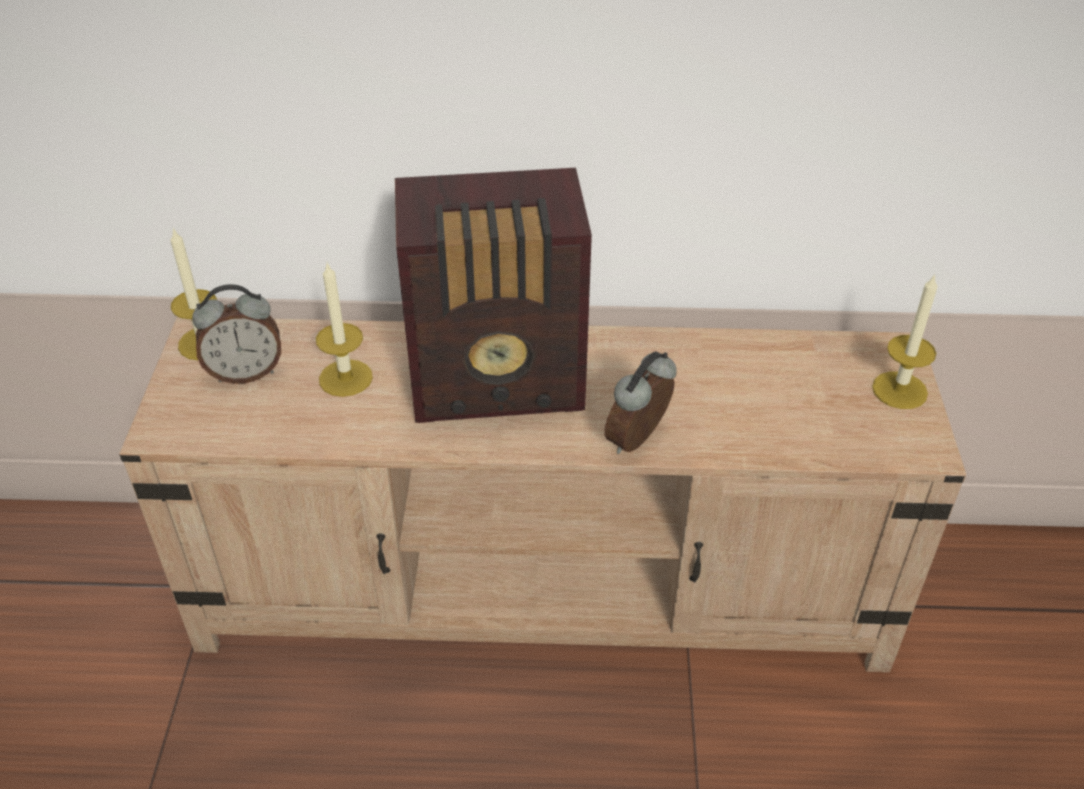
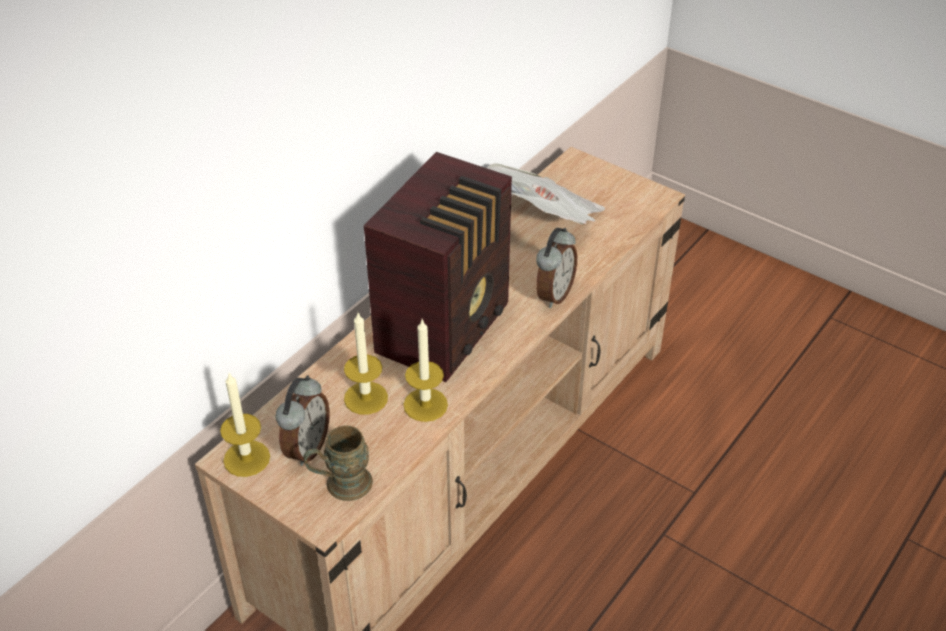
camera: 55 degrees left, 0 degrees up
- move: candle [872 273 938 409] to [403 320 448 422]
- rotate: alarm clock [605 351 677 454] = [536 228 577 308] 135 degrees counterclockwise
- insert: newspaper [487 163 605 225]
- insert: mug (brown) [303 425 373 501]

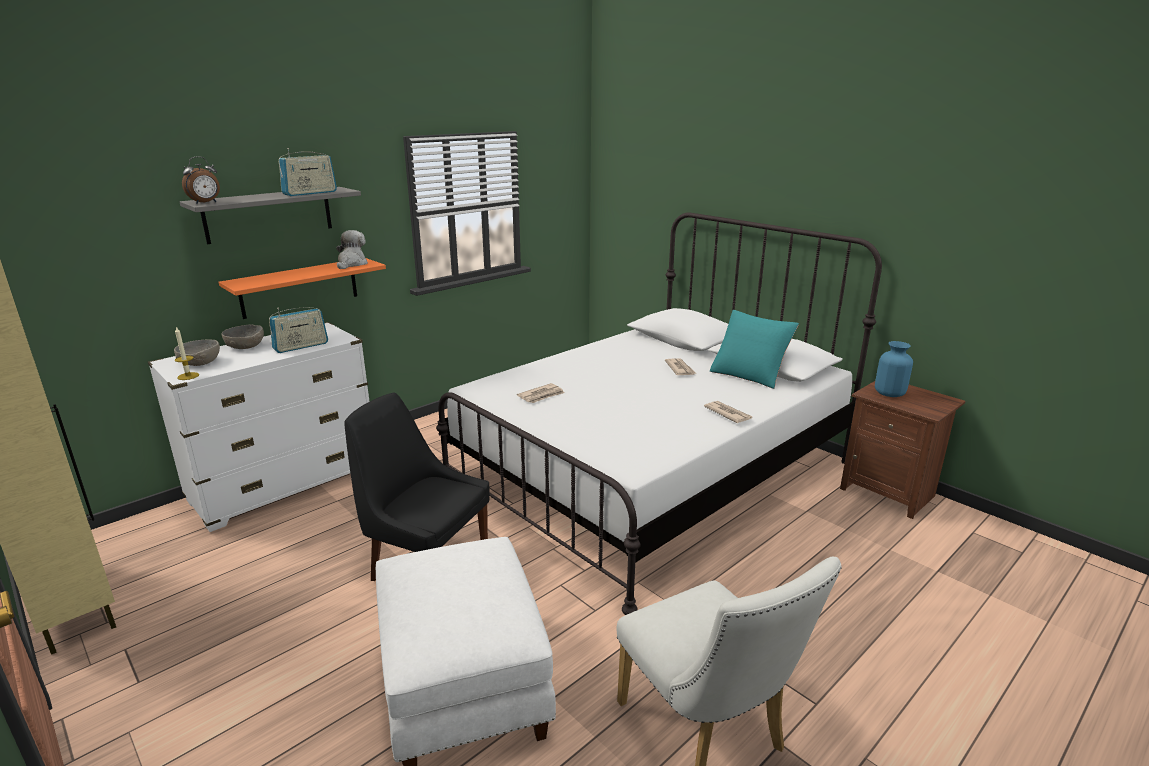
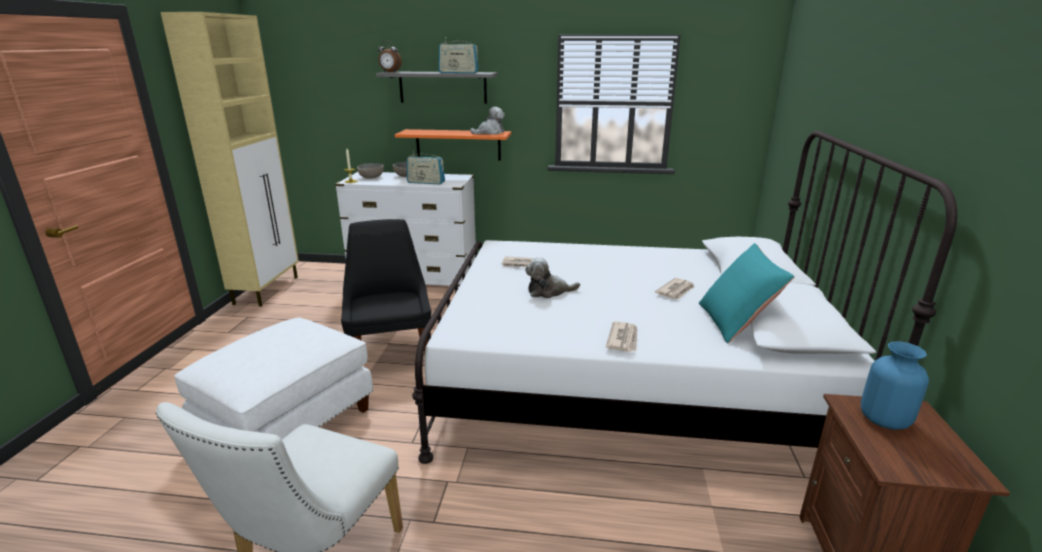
camera: 50 degrees right, 0 degrees up
- insert: plush toy [525 257 580 298]

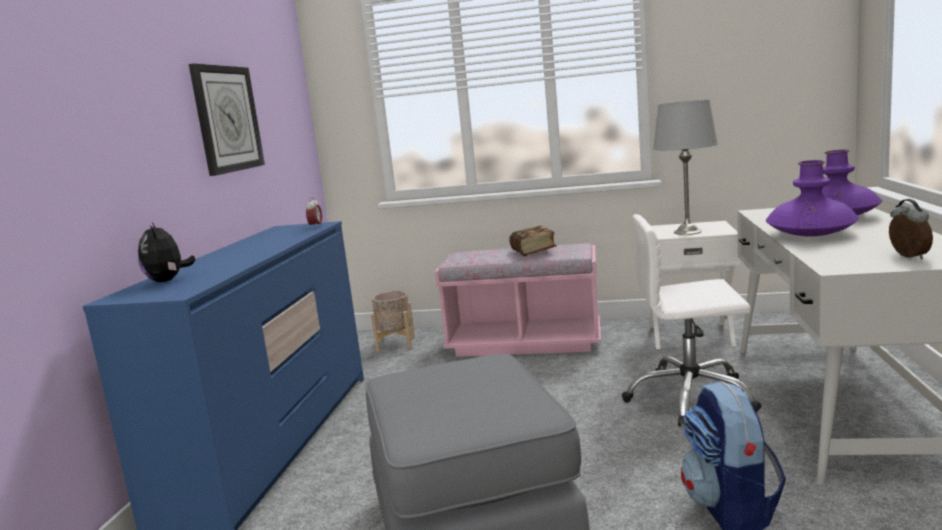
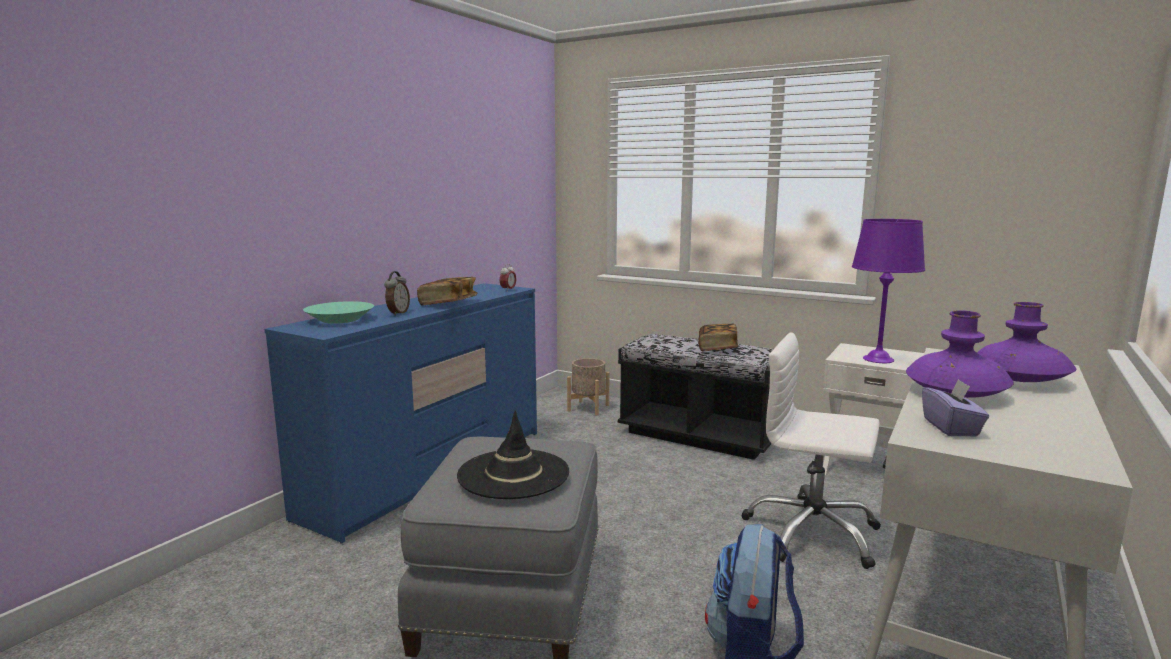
camera: 20 degrees right, 0 degrees up
- delete: wall clock [189 63 265 176]
- recolor: table lamp (grey) [653 99 718 235] to table lamp (purple) [852 219 925 363]
- move: alarm clock [889 199 933 259] to [384 271 410 316]
- replace: plush toy [138 222 196 282] to bowl (turquoise) [303 301 374 324]
- recolor: bench (pink) [435 243 601 357] to bench (black) [618 334 773 460]
- insert: book [417 277 477 305]
- insert: tissue box (purple) [922 379 989 436]
- insert: hat (black) [457 411 569 499]

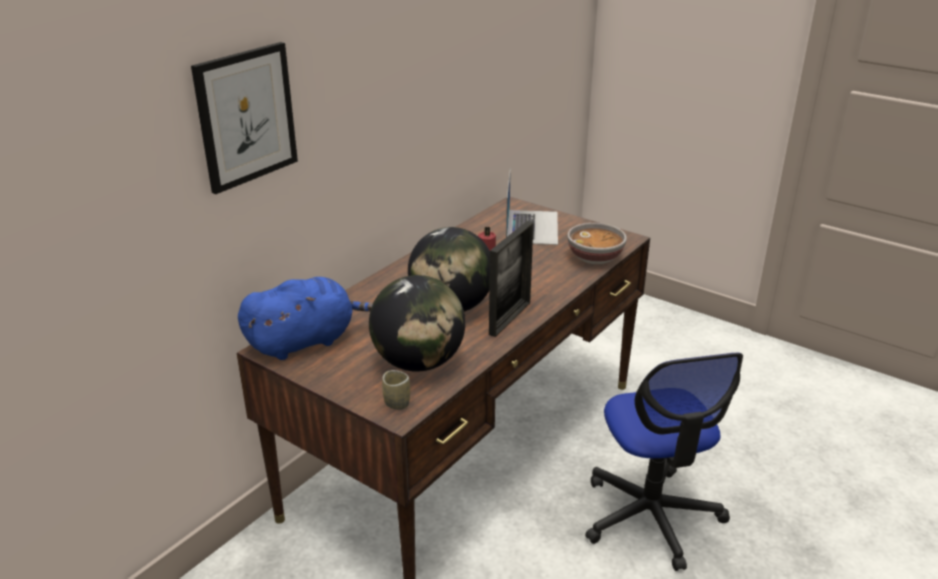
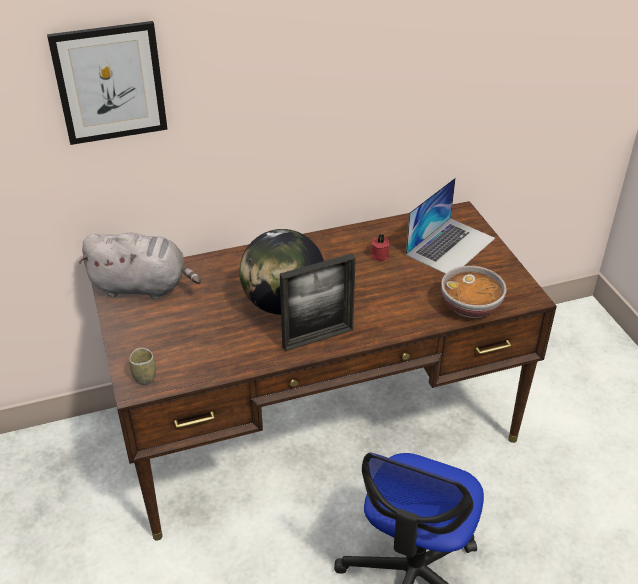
camera: 35 degrees right, 10 degrees up
- delete: globe [369 275 465 372]
- recolor: plush toy (blue) [238 277 373 360] to plush toy (grey) [79 233 201 299]

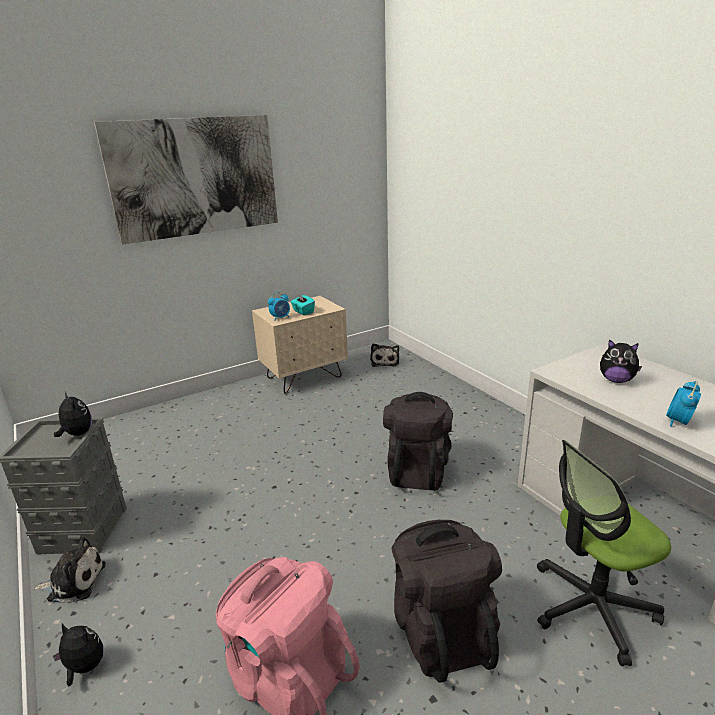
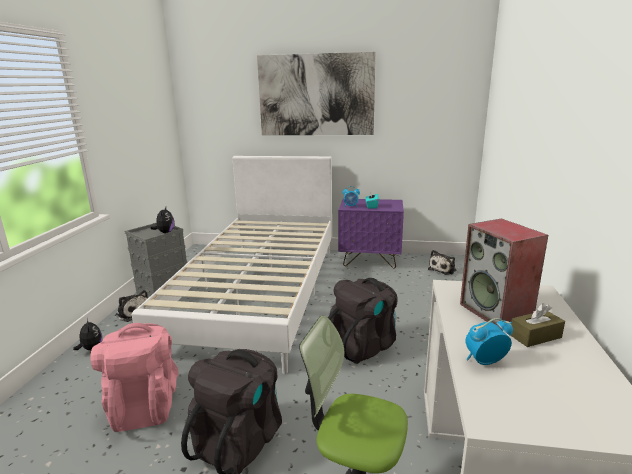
camera: 40 degrees right, 5 degrees down
- recolor: nightstand (beige) [252 296 348 394] to nightstand (purple) [338 199 404 268]
- replace: plush toy [600 339 642 383] to speaker [460 218 548 330]
- insert: bed (white) [132 156 332 374]
- insert: tissue box (brown) [511 303 565 347]

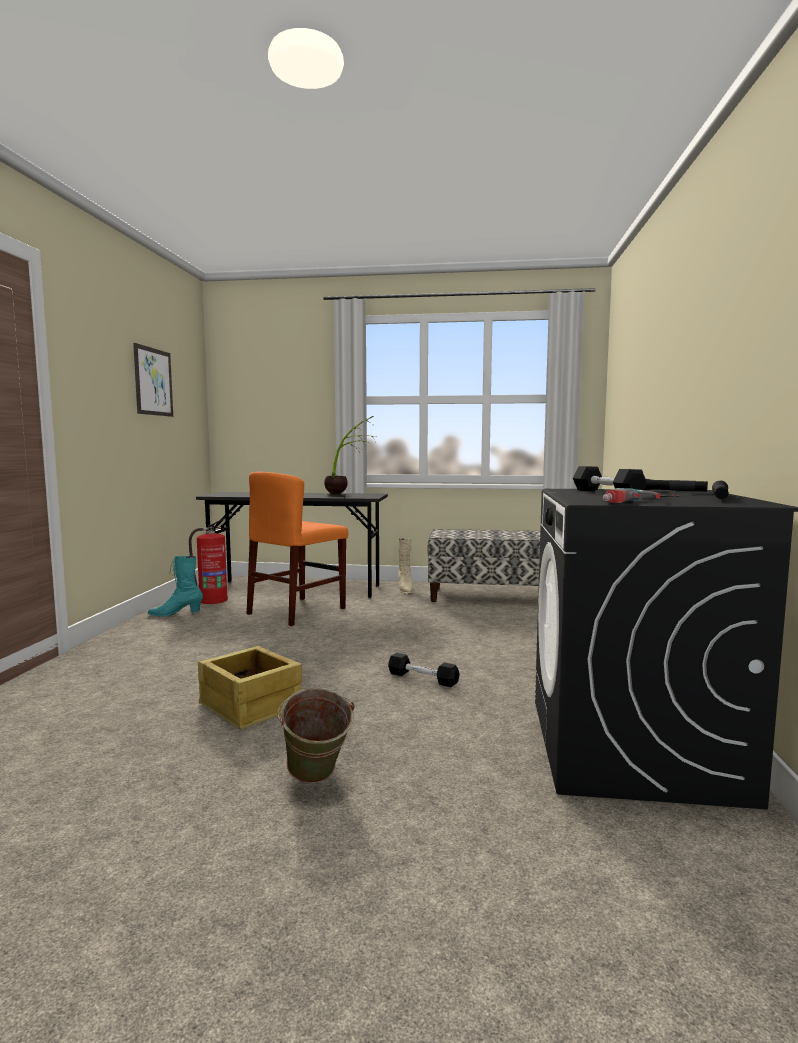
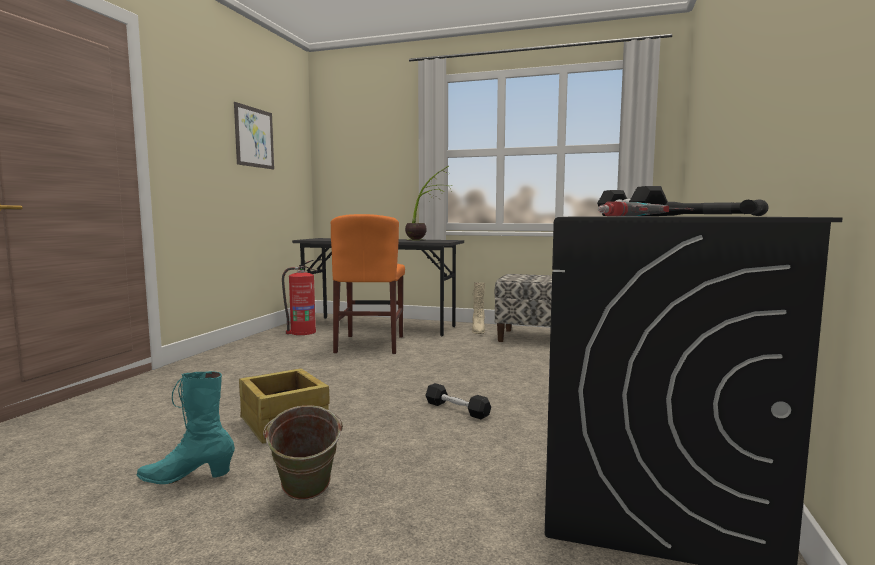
camera: 10 degrees right, 0 degrees up
- rotate: chair (orange) [247 472 348 626] = [331 214 405 354] 45 degrees counterclockwise
- move: boot (turquoise) [148 556 203 617] to [137 371 235 484]

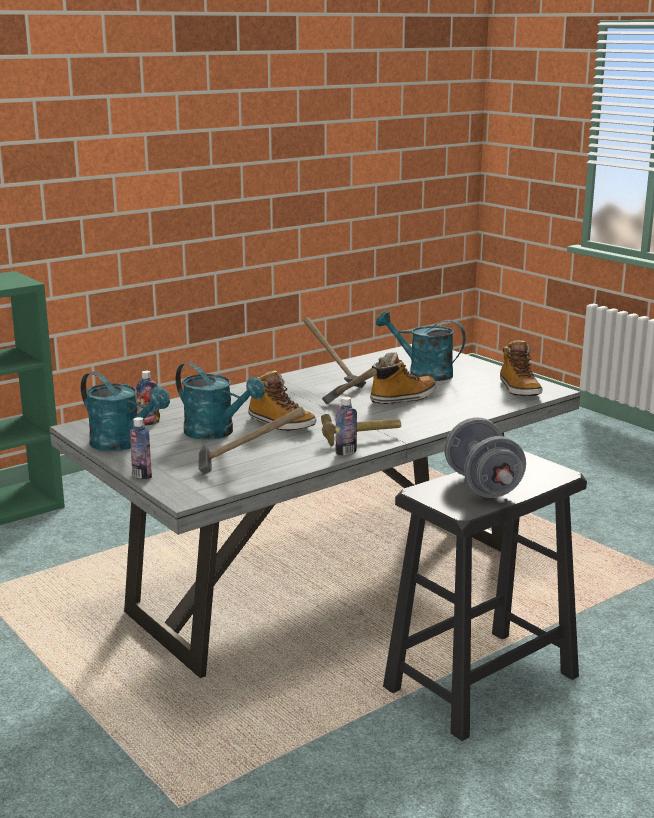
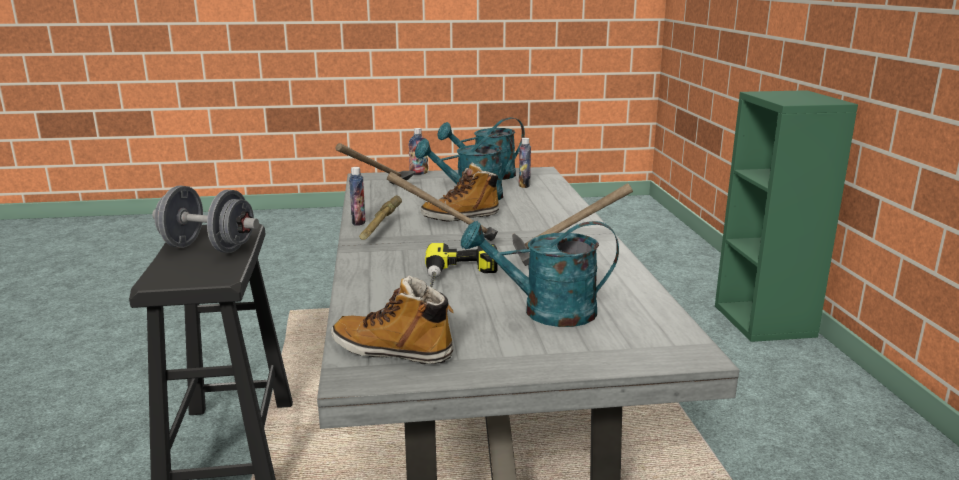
camera: 120 degrees right, 0 degrees up
- rotate: watering can (turquoise) [376 310 466 381] = [461 221 619 327] 150 degrees counterclockwise
- replace: boot [370 352 437 404] to power drill [425 243 497 287]

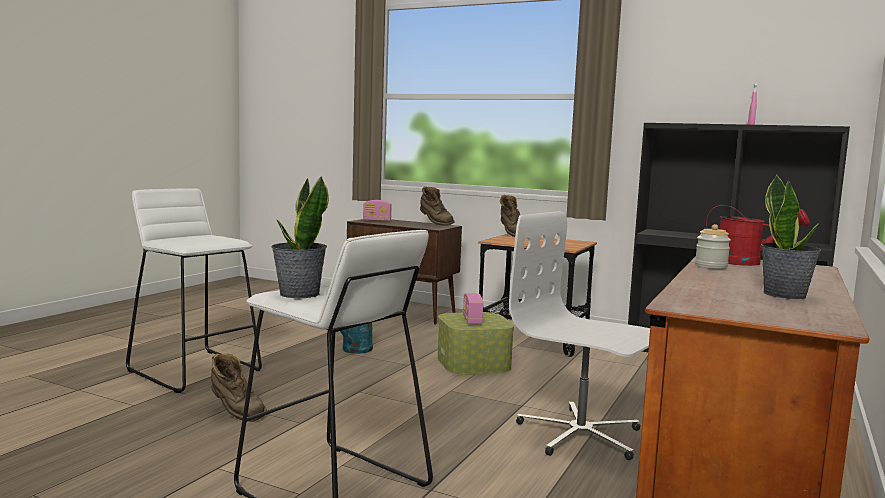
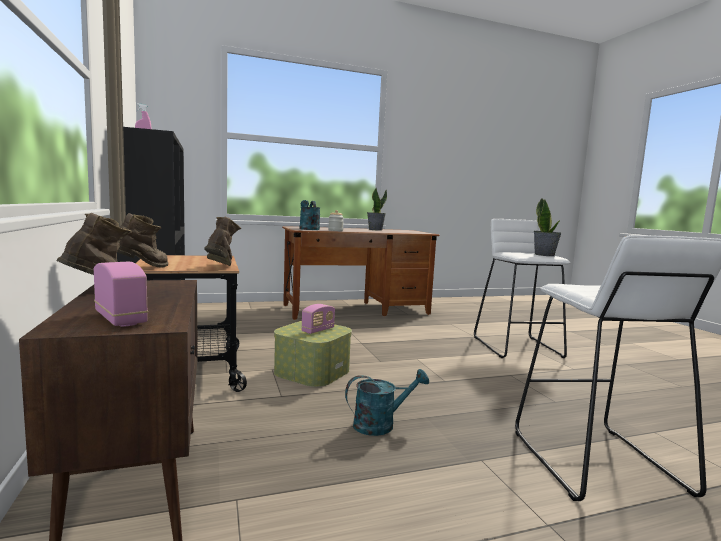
camera: 135 degrees left, 0 degrees up
- recolor: watering can (red) [706 205 810 266] to watering can (turquoise) [299 200 320 230]
- delete: office chair (white) [509 211 650 460]
- move: boot (brown) [211 353 267 422] to [204 217 241 266]

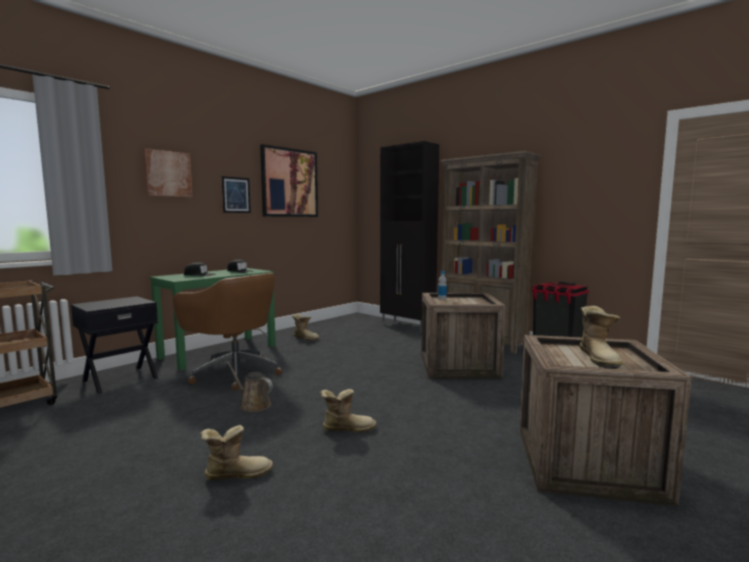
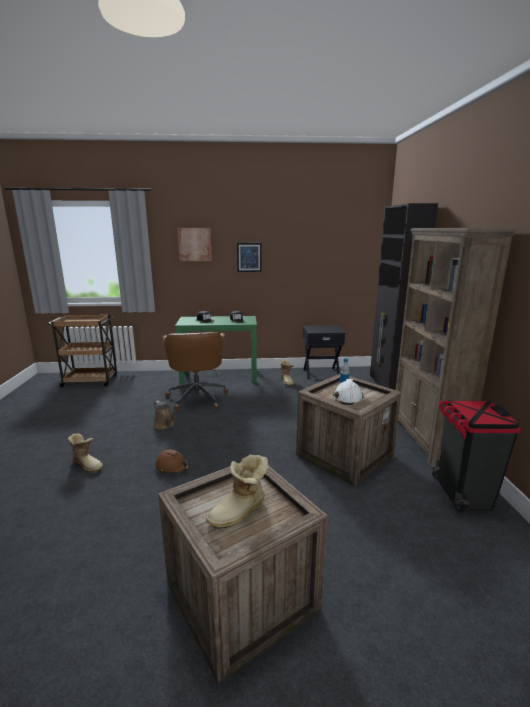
camera: 45 degrees right, 10 degrees up
- delete: picture [260 144 318 217]
- move: nightstand (black) [71 296 158 394] to [303 325 345 379]
- rotate: watering can (brown) [226 361 273 412] = [154 401 177 429] 150 degrees clockwise
- replace: boot [320 389 376 432] to hard hat (brown) [155 450 190 474]
- insert: hard hat (white) [333 379 363 405]

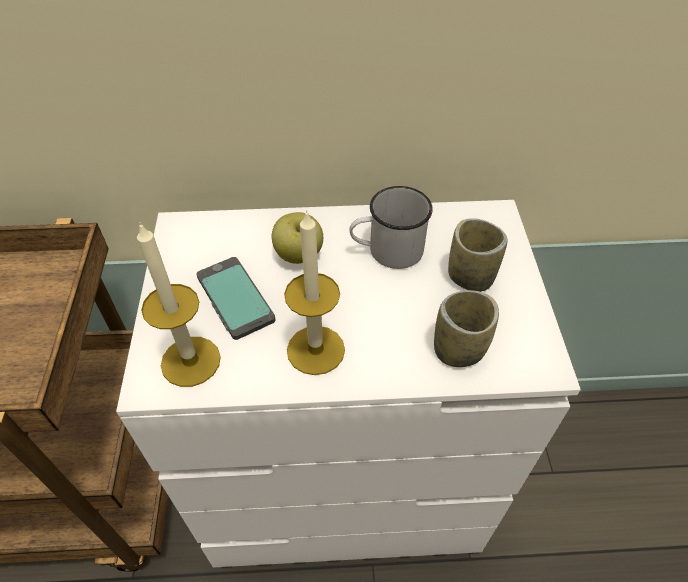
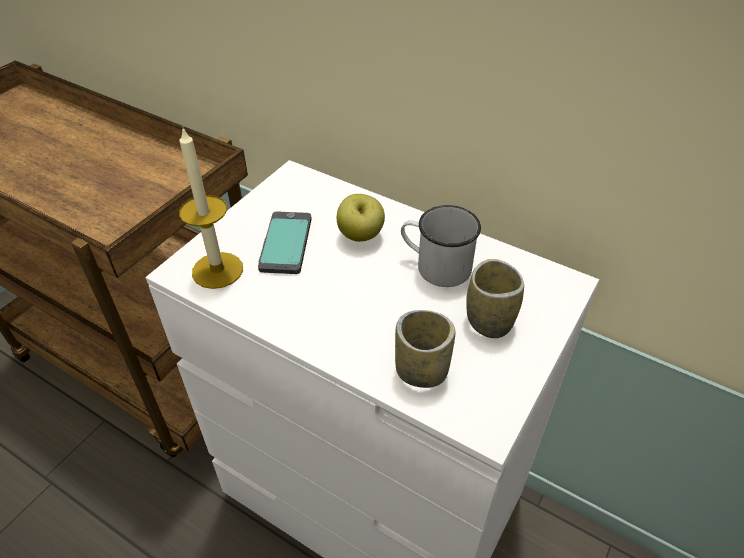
camera: 35 degrees right, 5 degrees down
- delete: candle [284 210 345 375]

